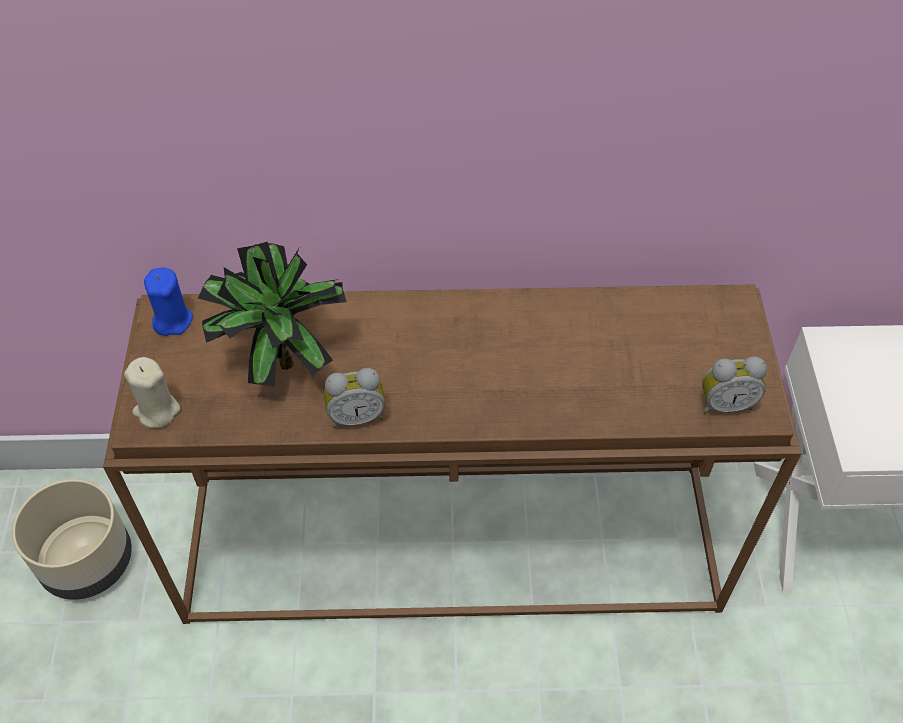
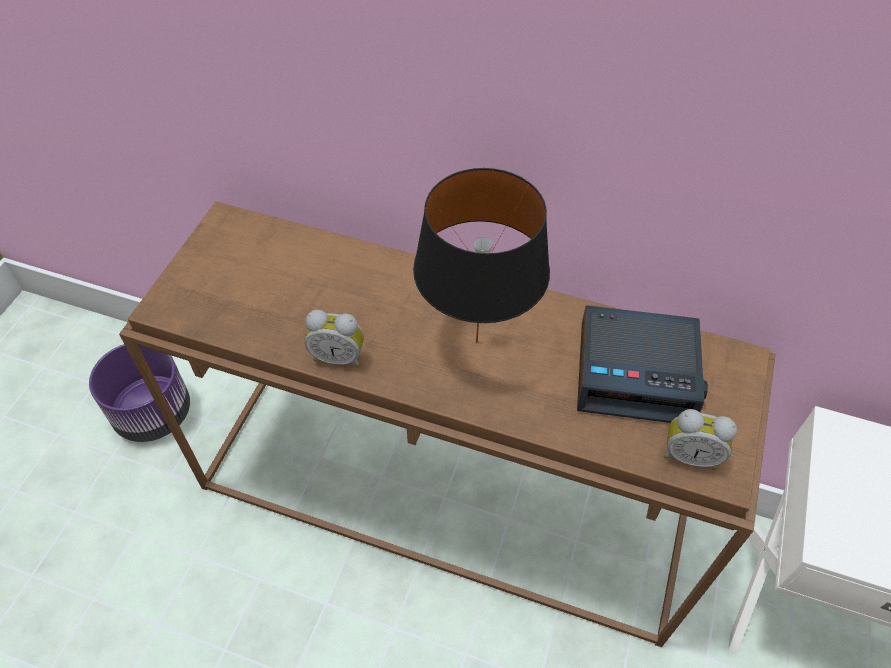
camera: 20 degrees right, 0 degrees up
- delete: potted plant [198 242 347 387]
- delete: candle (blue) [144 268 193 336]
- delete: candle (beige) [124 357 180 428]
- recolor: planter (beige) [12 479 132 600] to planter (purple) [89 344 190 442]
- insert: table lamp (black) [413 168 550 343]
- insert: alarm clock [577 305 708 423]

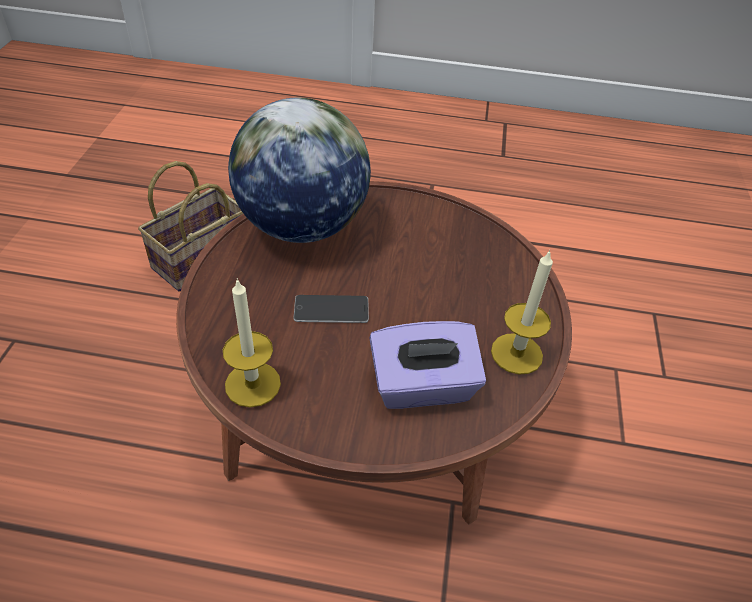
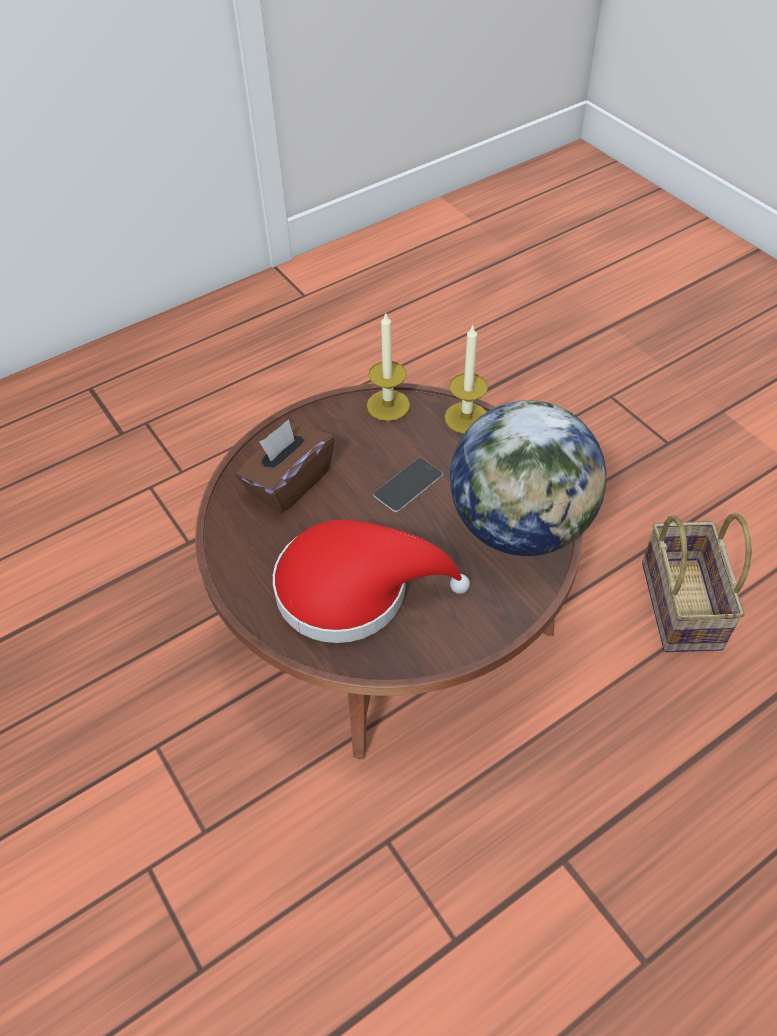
camera: 140 degrees right, 5 degrees up
- move: candle [491 250 553 374] to [444 325 488 434]
- recolor: tissue box (purple) [369 321 486 409] to tissue box (brown) [235 419 334 513]
- insert: hat (red) [273 520 470 643]

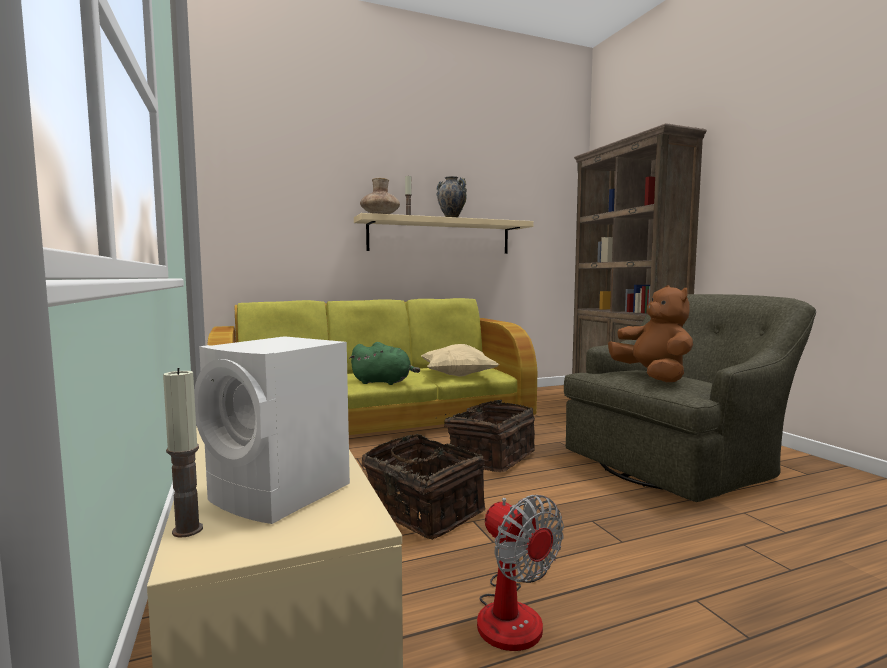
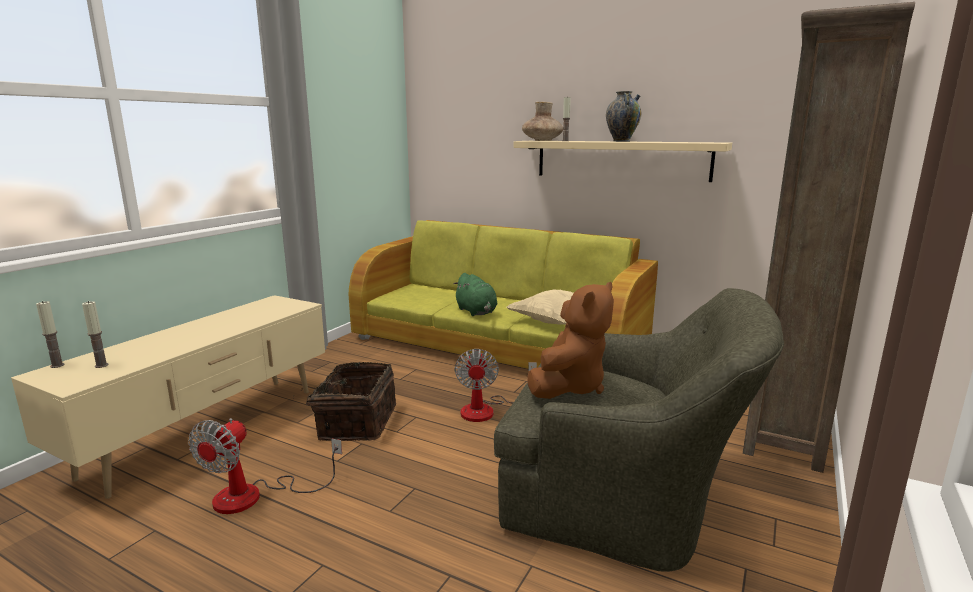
camera: 50 degrees right, 10 degrees up
- replace: speaker (white) [194 336 350 524] to candle [82 301 108 368]
- replace: basket [435 400 535 472] to fan [455 349 537 422]

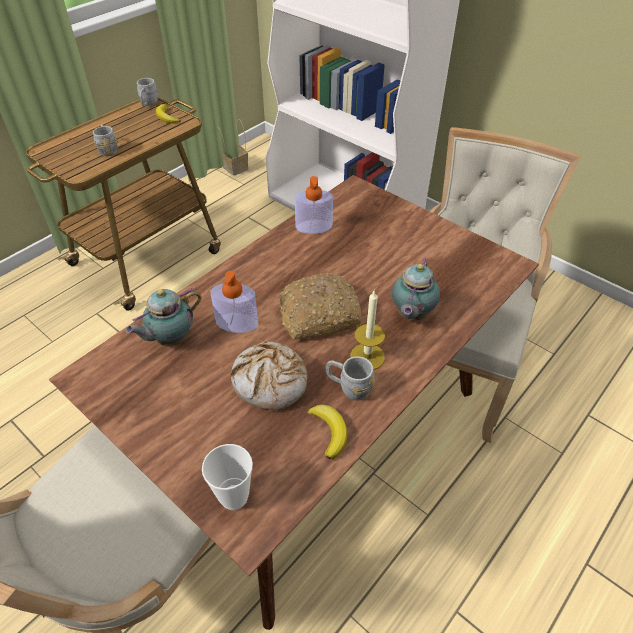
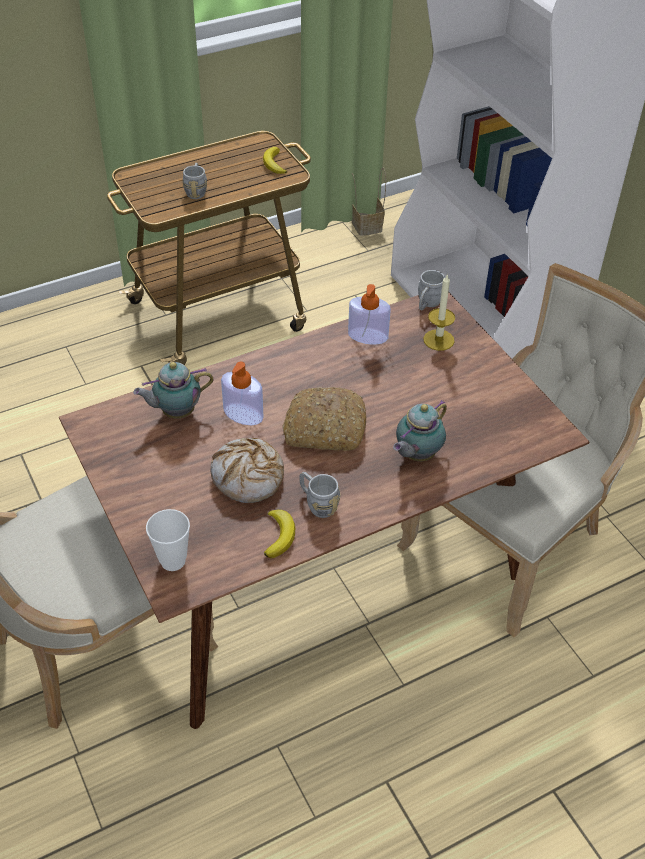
camera: 20 degrees right, 0 degrees up
- move: mug (grey) [137 78 158 106] to [418 270 445 310]
- move: candle [350 291 385 370] to [423 275 455 351]

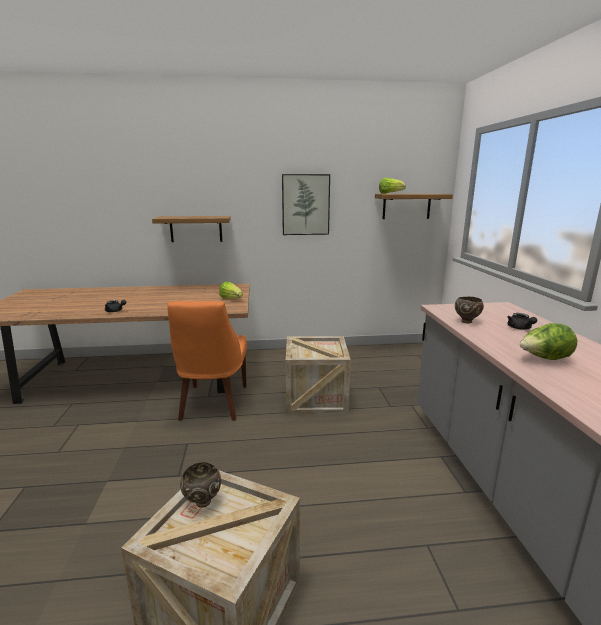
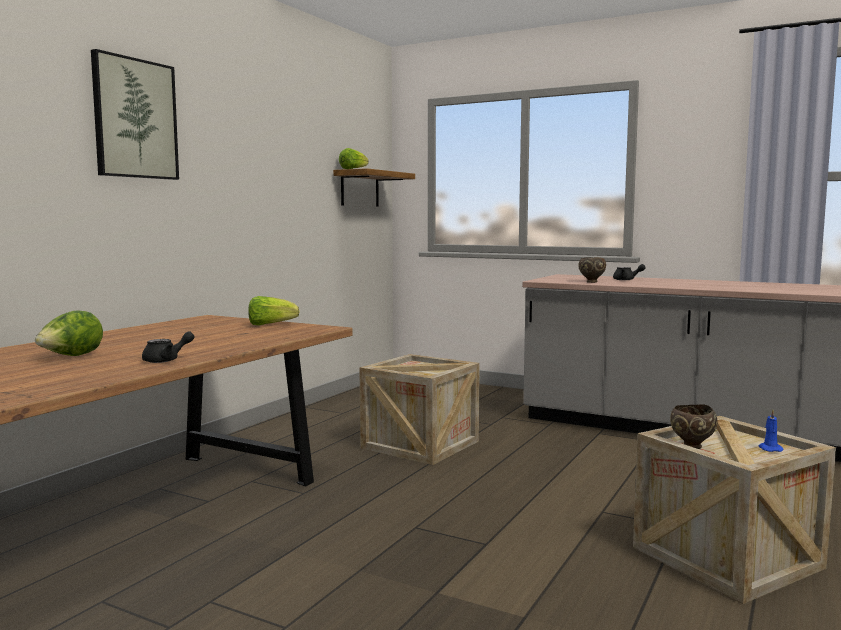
camera: 55 degrees left, 10 degrees down
- move: picture [282 174 330 235] to [91 49 179 180]
- delete: shelf [152 216 231 242]
- delete: chair (orange) [167 301 247 421]
- move: lettuce [520 323 577 360] to [35 310 103 356]
- insert: candle (blue) [758 410 784 452]

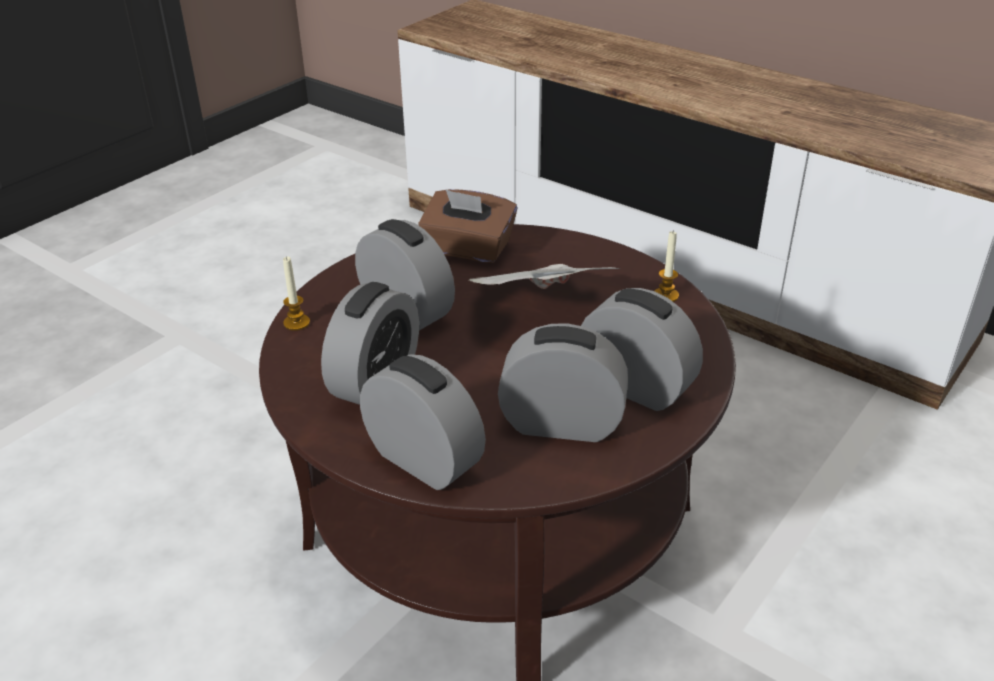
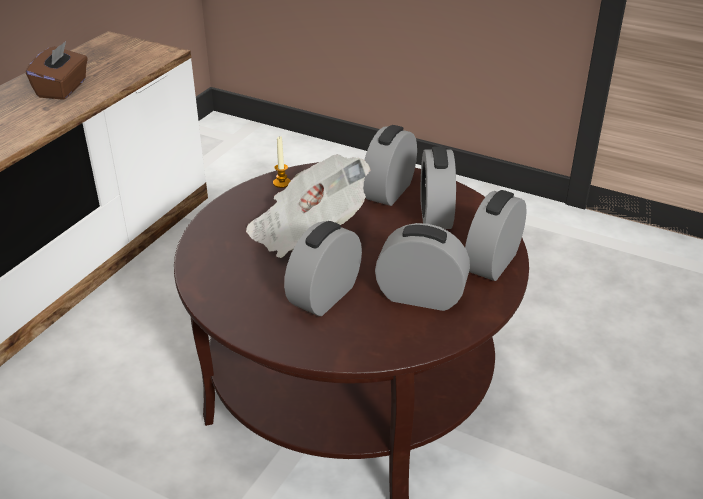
camera: 100 degrees left, 0 degrees up
- move: tissue box (brown) [418 189 517 263] to [26 41 88 100]
- delete: candle [283 256 310 331]

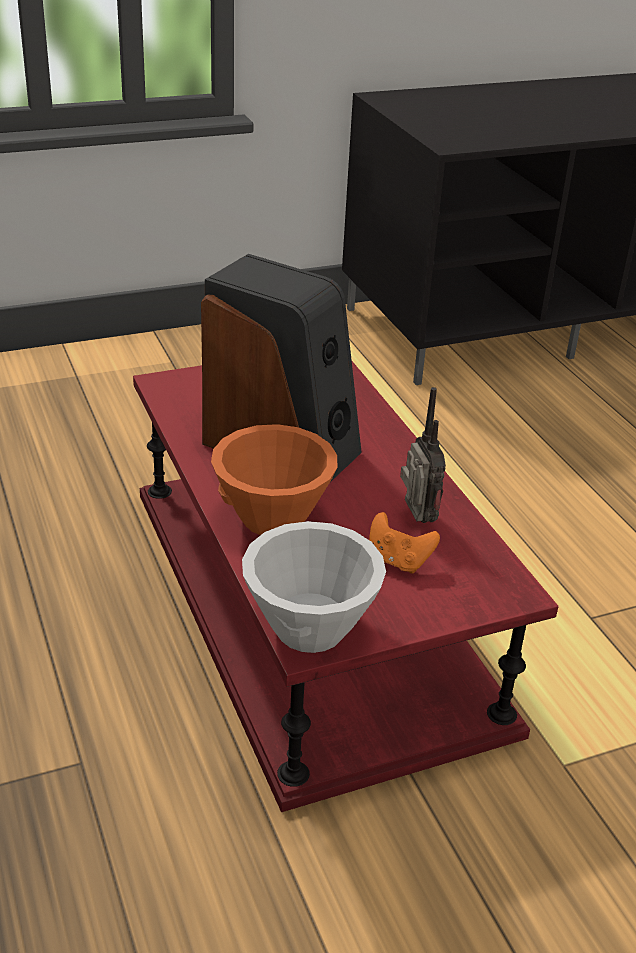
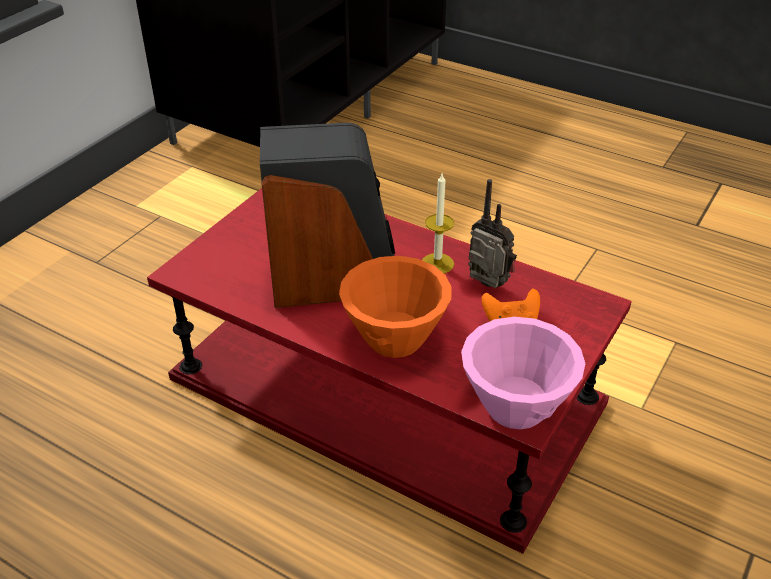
camera: 35 degrees left, 5 degrees up
- recolor: bowl (white) [242 521 386 653] to bowl (pink) [461 317 585 429]
- insert: candle [422 174 454 274]

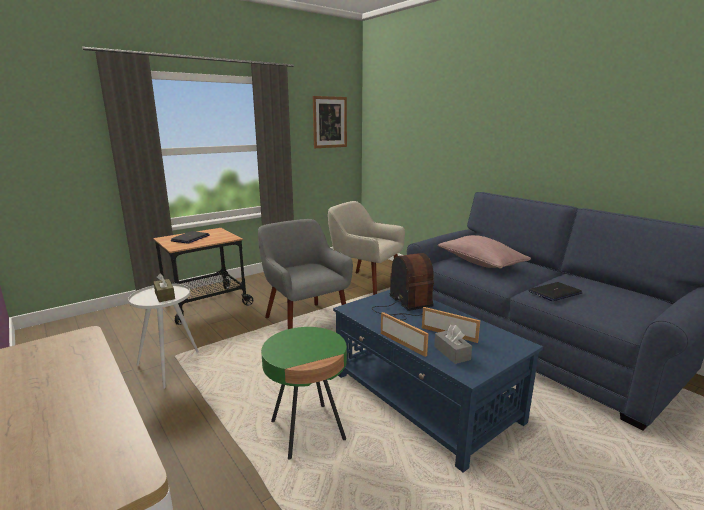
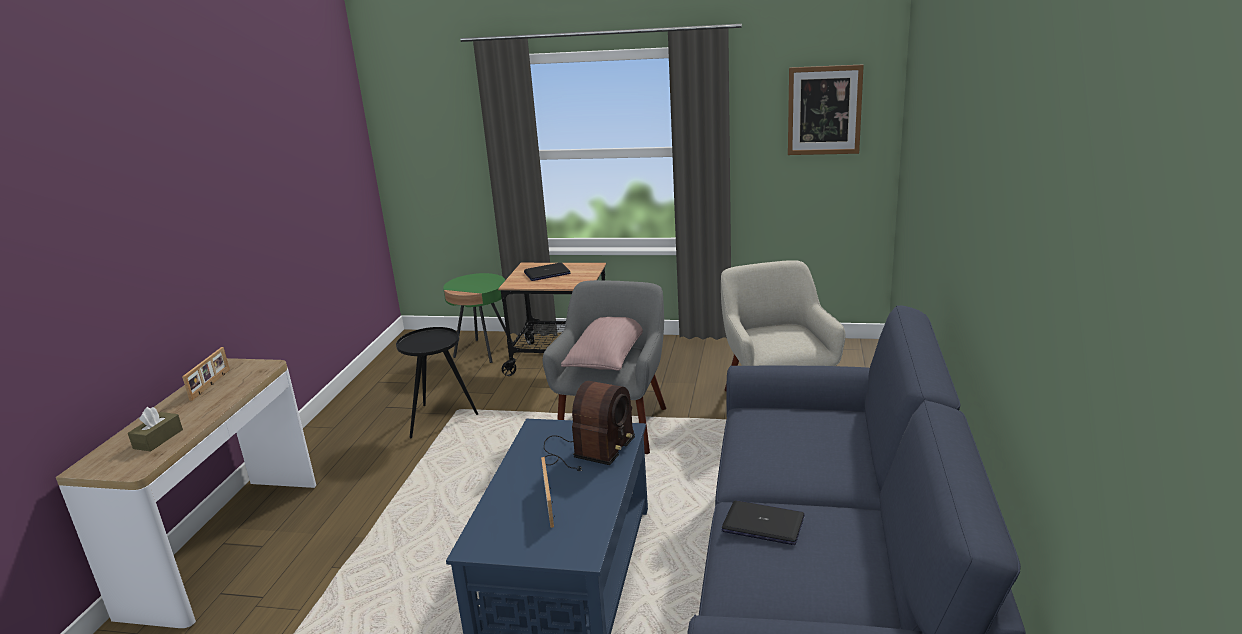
camera: 50 degrees right, 5 degrees up
- move: pillow (pink) [438 235 531 269] to [561 317 643 371]
- move: tissue box (brown) [153 273 175 302] to [128 407 183 452]
- recolor: side table (white) [128 283 199 389] to side table (black) [396 327 478 438]
- move: picture frame [381 312 429 357] to [182 347 230 401]
- delete: tissue box (grey) [434 325 472 364]
- move: side table (green) [261 327 347 460] to [443 273 513 363]

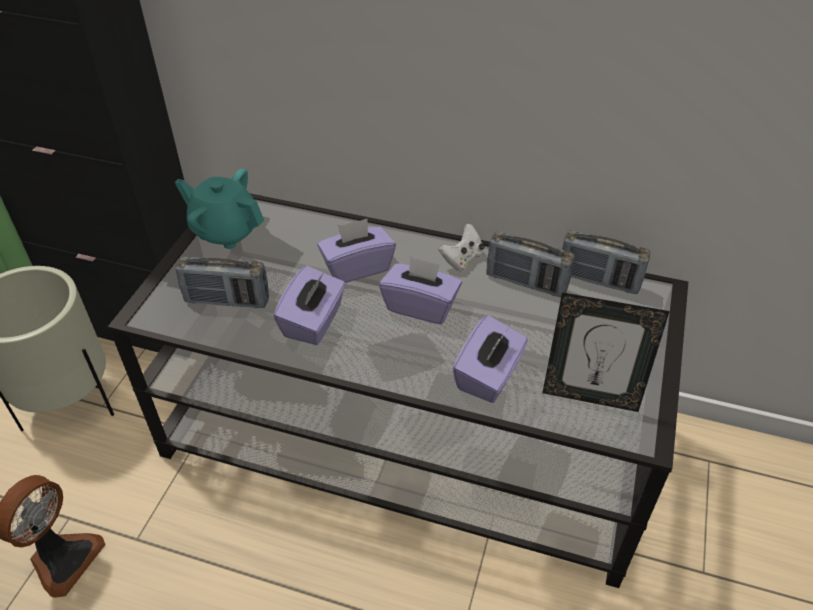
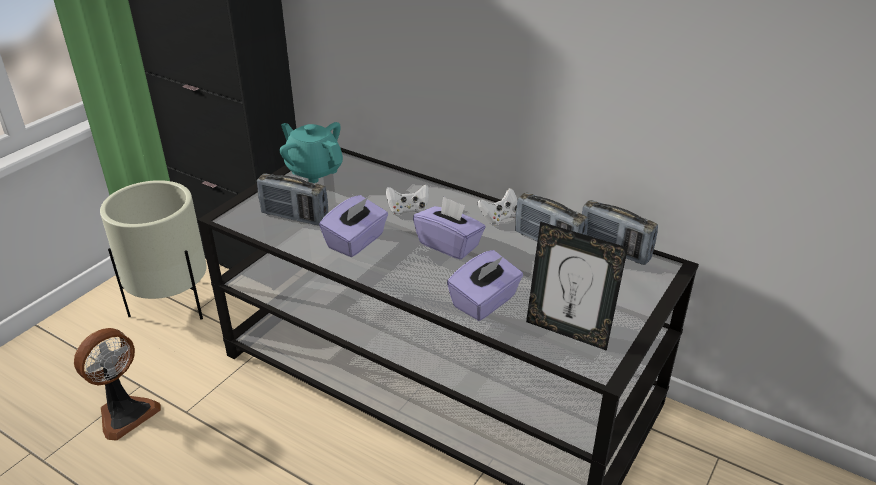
camera: 15 degrees right, 10 degrees down
- replace: tissue box (purple) [317 219 396 283] to game controller (white) [386 185 429 216]

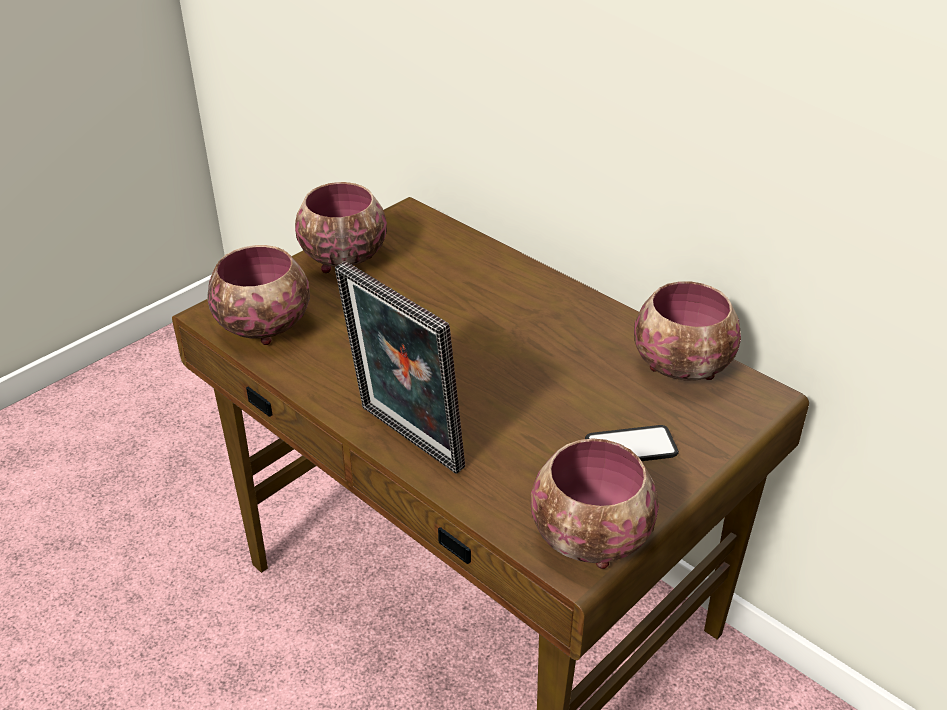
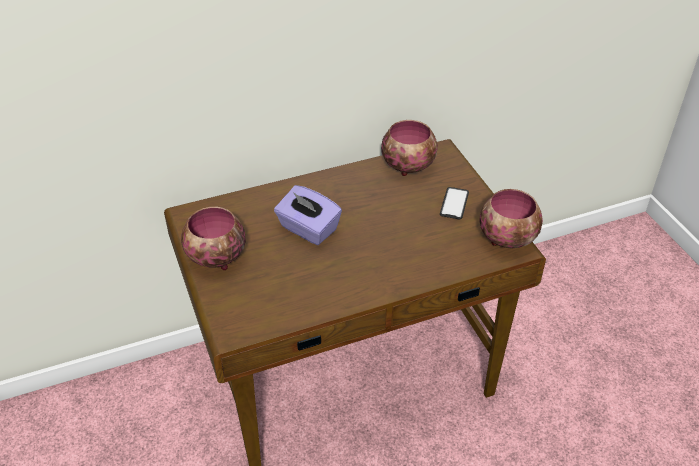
camera: 65 degrees left, 5 degrees up
- delete: bowl [207 245 310 345]
- delete: picture frame [335 261 465 474]
- insert: tissue box (purple) [274 185 342 245]

